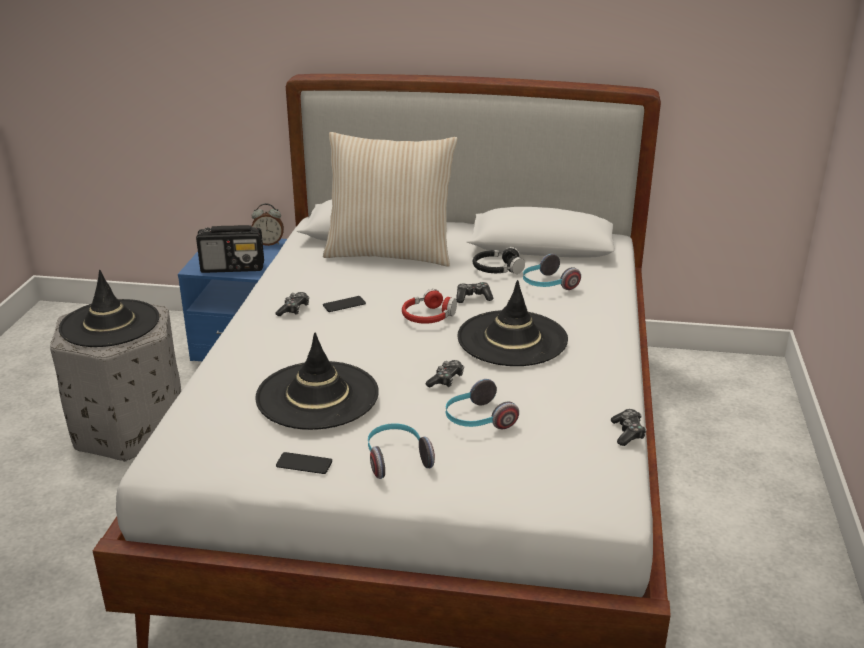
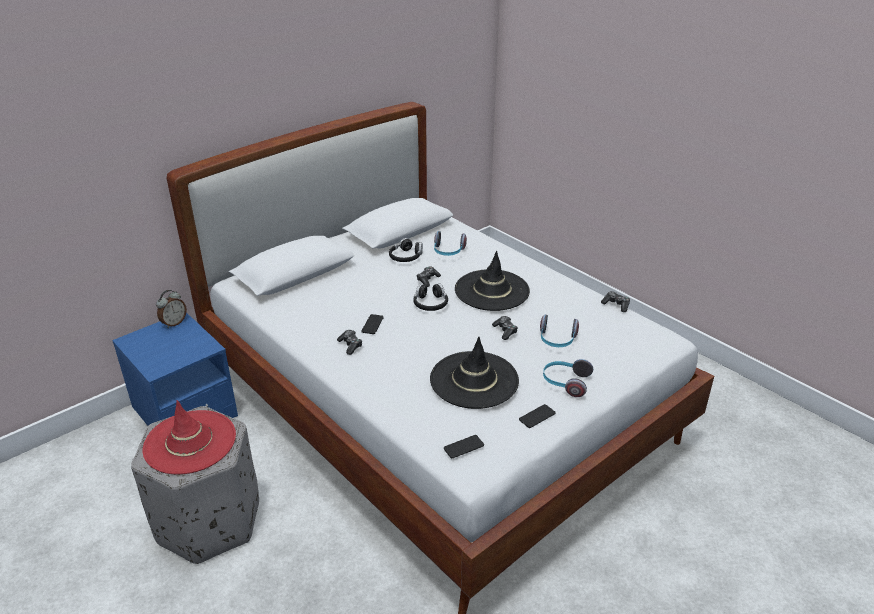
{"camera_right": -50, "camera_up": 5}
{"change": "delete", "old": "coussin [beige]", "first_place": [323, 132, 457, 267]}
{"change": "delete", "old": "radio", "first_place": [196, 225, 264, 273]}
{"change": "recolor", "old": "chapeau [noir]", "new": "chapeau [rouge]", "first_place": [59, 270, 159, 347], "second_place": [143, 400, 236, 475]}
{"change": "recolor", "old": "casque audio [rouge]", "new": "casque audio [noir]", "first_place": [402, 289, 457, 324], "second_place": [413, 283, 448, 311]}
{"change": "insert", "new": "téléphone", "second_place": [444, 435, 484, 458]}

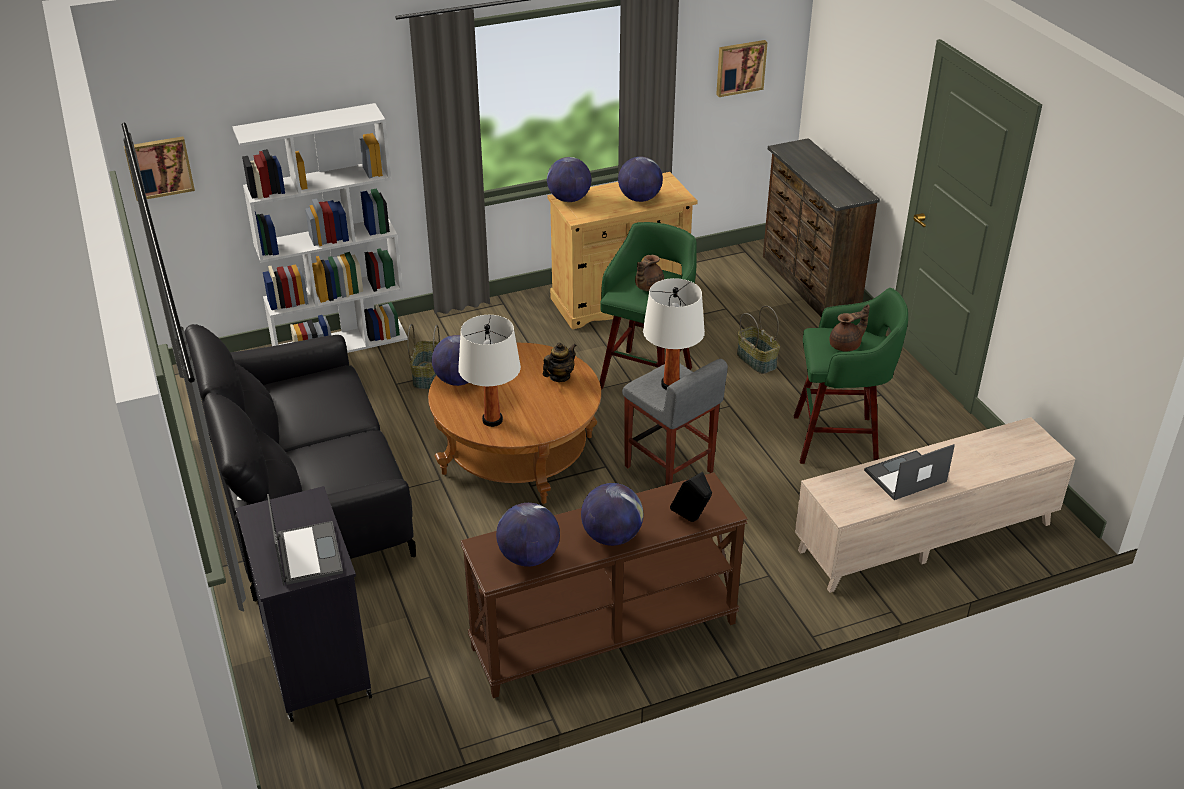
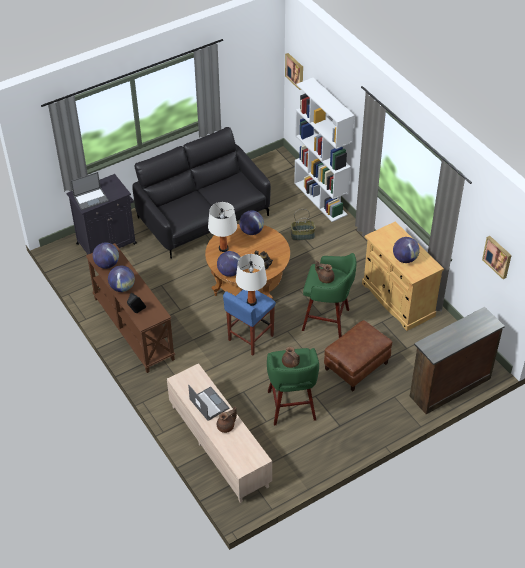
{"camera_right": 80, "camera_up": 10}
{"change": "move", "old": "globe", "first_place": [547, 157, 591, 202], "second_place": [217, 251, 241, 277]}
{"change": "replace", "old": "panier", "new": "pouf [marron]", "first_place": [737, 305, 780, 374], "second_place": [324, 320, 393, 391]}
{"change": "recolor", "old": "tabouret [gris]", "new": "tabouret [bleu]", "first_place": [622, 359, 728, 485], "second_place": [223, 290, 276, 356]}
{"change": "insert", "new": "théière [marron]", "second_place": [217, 406, 237, 433]}

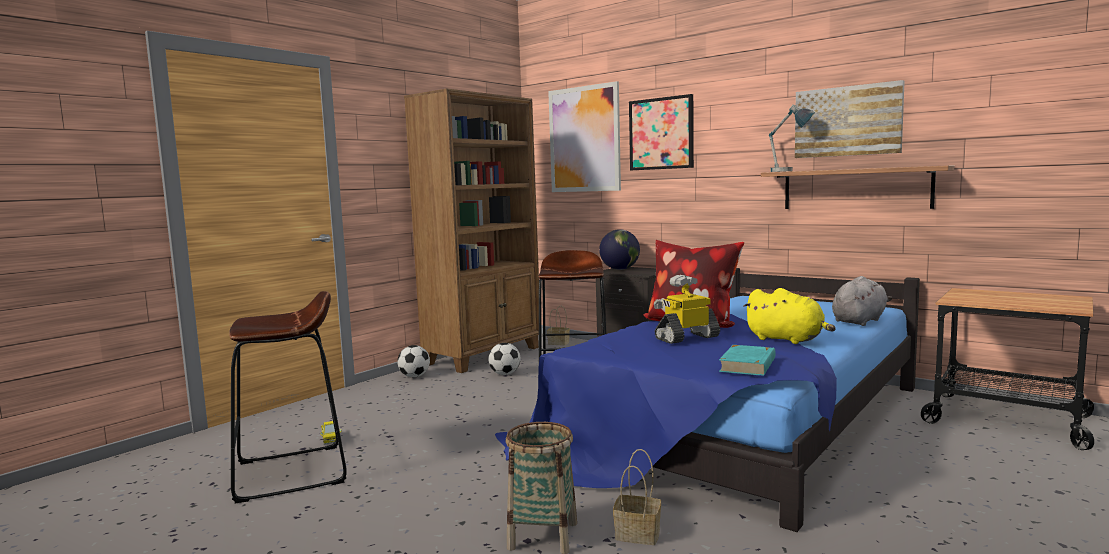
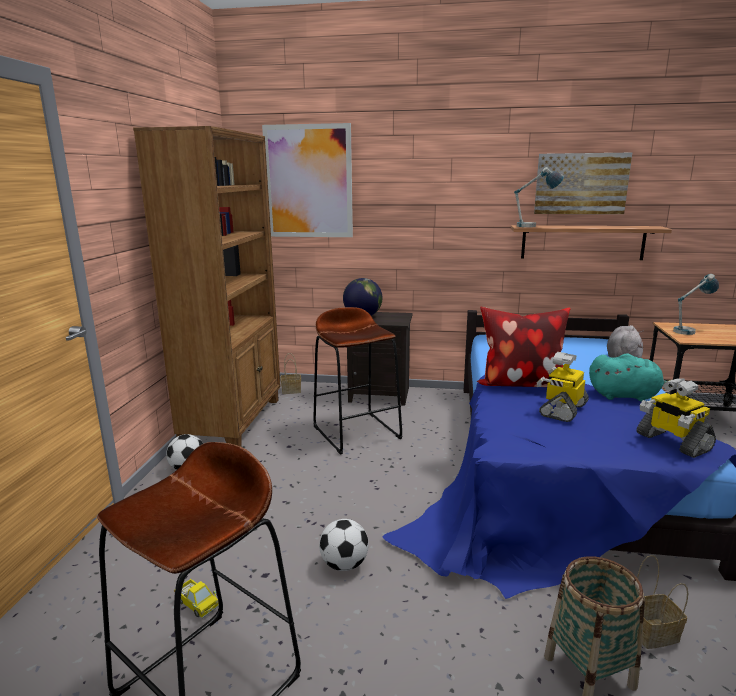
{"camera_right": -30, "camera_up": 10}
{"change": "delete", "old": "tableau", "first_place": [629, 94, 694, 170]}
{"change": "recolor", "old": "peluche [jaune]", "new": "peluche [turquoise]", "first_place": [743, 288, 836, 344], "second_place": [589, 353, 667, 402]}
{"change": "move", "old": "ballon de foot", "first_place": [488, 343, 521, 375], "second_place": [319, 519, 369, 571]}
{"change": "replace", "old": "livre [turquoise]", "new": "robot jouet", "first_place": [719, 345, 776, 376], "second_place": [637, 378, 716, 458]}
{"change": "insert", "new": "lampe de table", "second_place": [673, 274, 719, 335]}

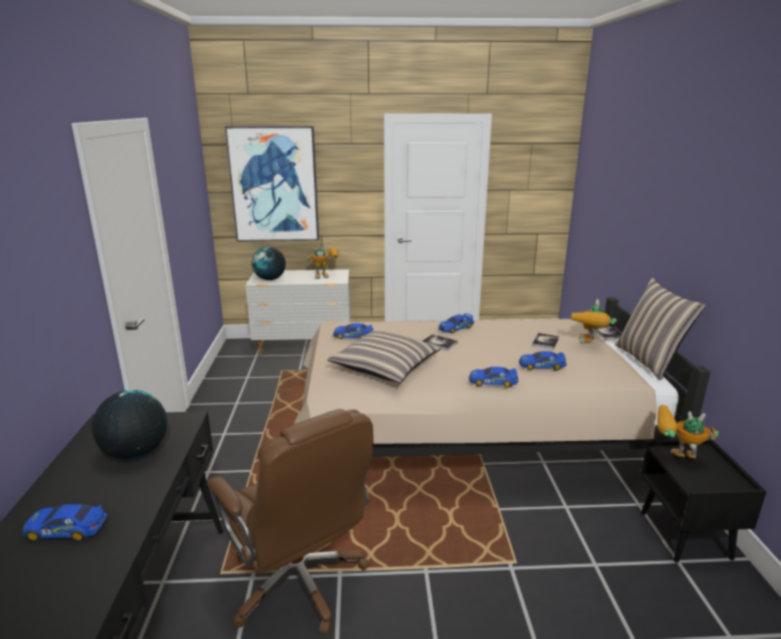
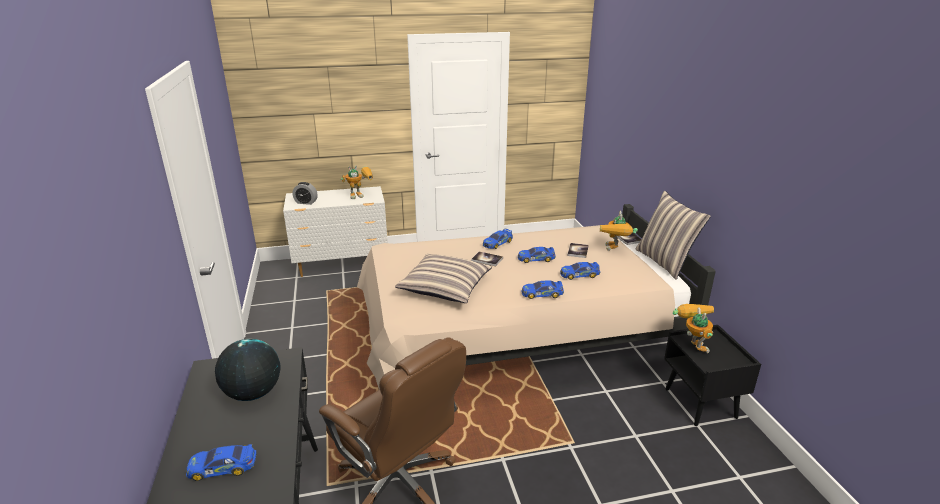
{"camera_right": -10, "camera_up": 5}
{"change": "delete", "old": "tableau", "first_place": [225, 126, 319, 242]}
{"change": "replace", "old": "globe", "new": "réveil", "first_place": [252, 247, 286, 280], "second_place": [292, 182, 318, 205]}
{"change": "move", "old": "petite voiture", "first_place": [333, 323, 374, 339], "second_place": [518, 247, 556, 263]}
{"change": "rotate", "old": "robot jouet", "first_place": [657, 405, 719, 459], "second_place": [673, 304, 714, 353], "degrees": 75}

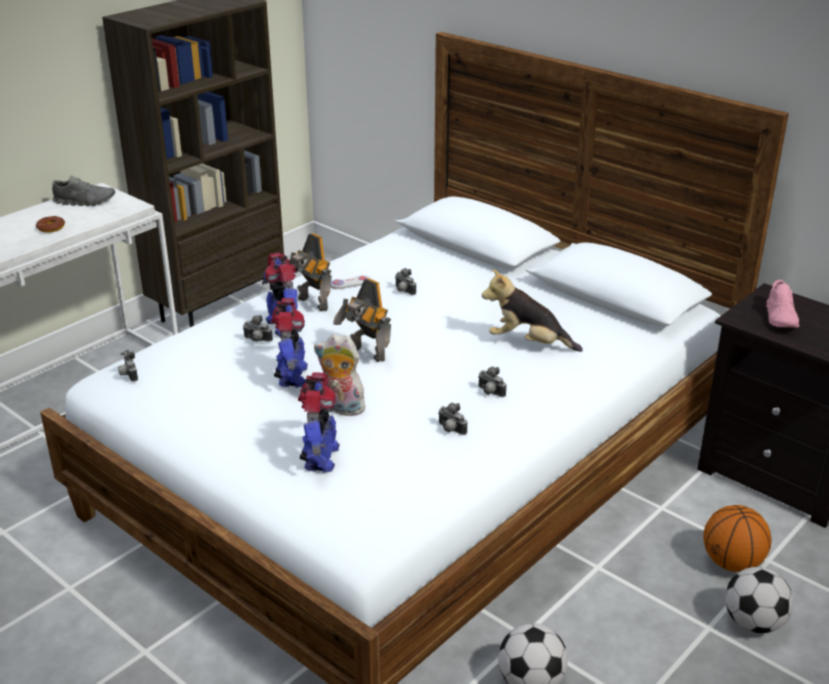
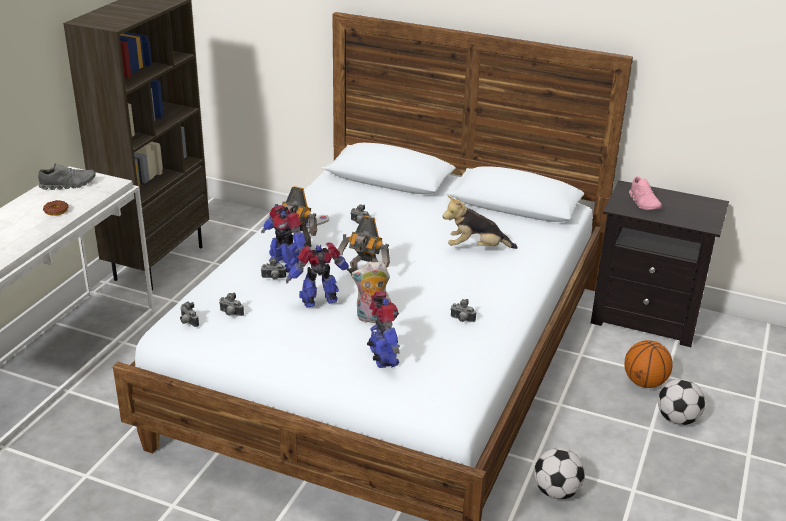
{"camera_right": -20, "camera_up": 0}
{"change": "rotate", "old": "robot jouet", "first_place": [271, 298, 308, 388], "second_place": [286, 242, 350, 308], "degrees": -90}
{"change": "move", "old": "appareil photo", "first_place": [478, 367, 506, 397], "second_place": [219, 293, 244, 316]}

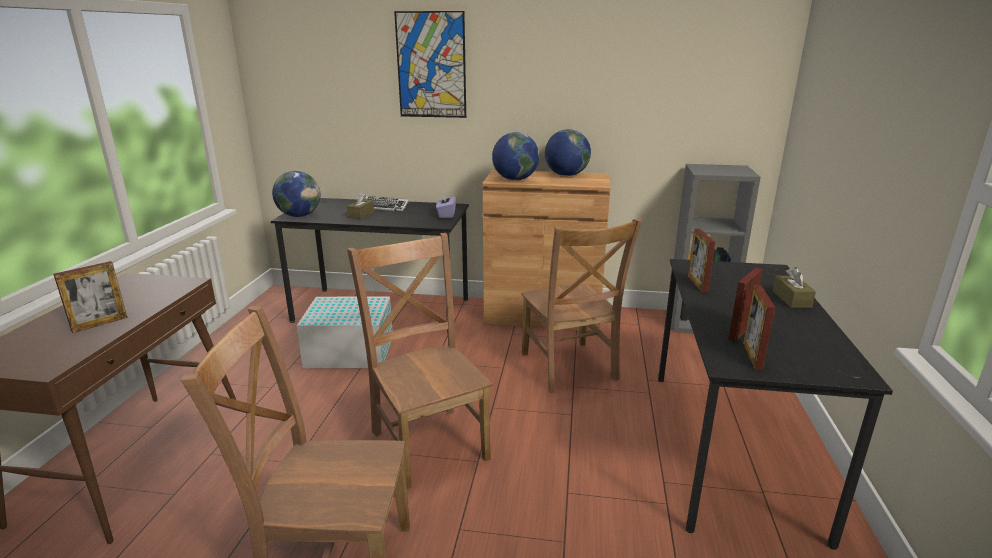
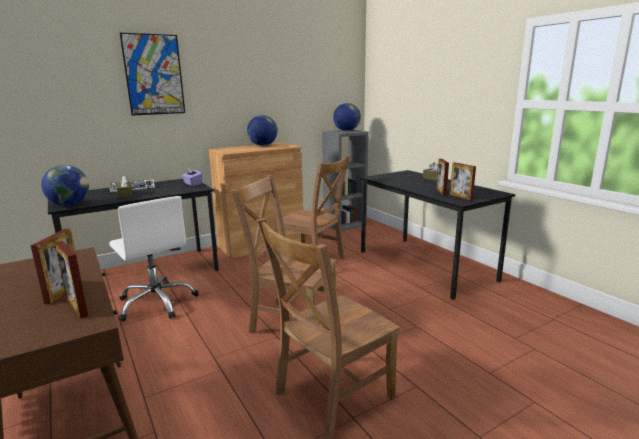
{"camera_right": -40, "camera_up": -5}
{"change": "move", "old": "globe", "first_place": [492, 132, 539, 180], "second_place": [333, 103, 361, 131]}
{"change": "move", "old": "cadre photo", "first_place": [688, 229, 715, 292], "second_place": [55, 241, 89, 318]}
{"change": "replace", "old": "boîte de rangement [blanc]", "new": "chaise de bureau [blanc]", "first_place": [297, 297, 392, 368], "second_place": [109, 196, 199, 322]}

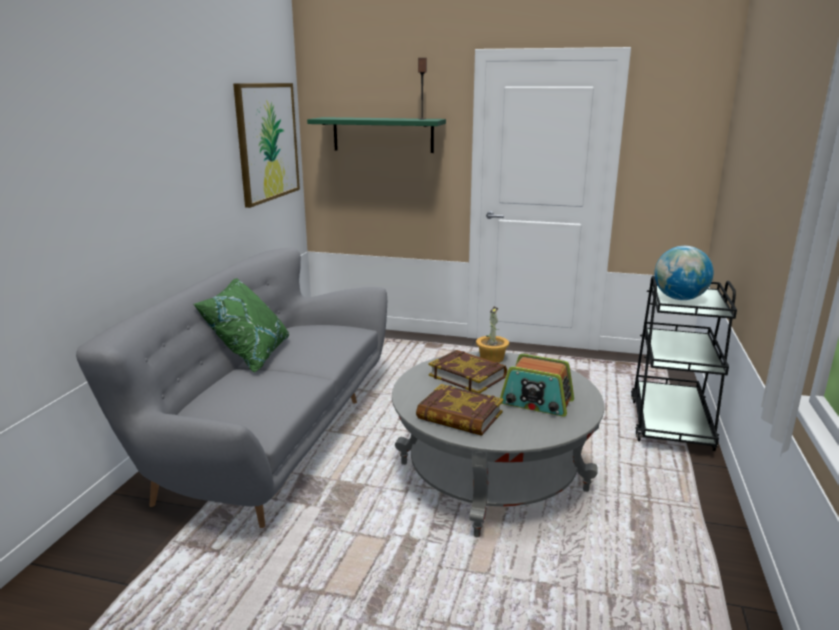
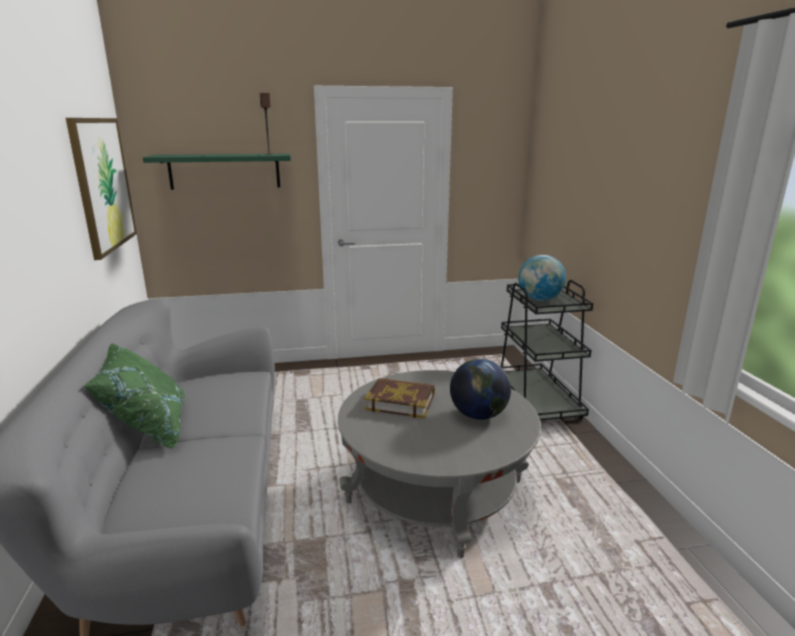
{"camera_right": -25, "camera_up": 0}
{"change": "delete", "old": "plante en pot", "first_place": [476, 307, 509, 363]}
{"change": "replace", "old": "radio", "new": "globe", "first_place": [500, 354, 574, 417], "second_place": [450, 359, 511, 420]}
{"change": "delete", "old": "livre", "first_place": [416, 384, 504, 436]}

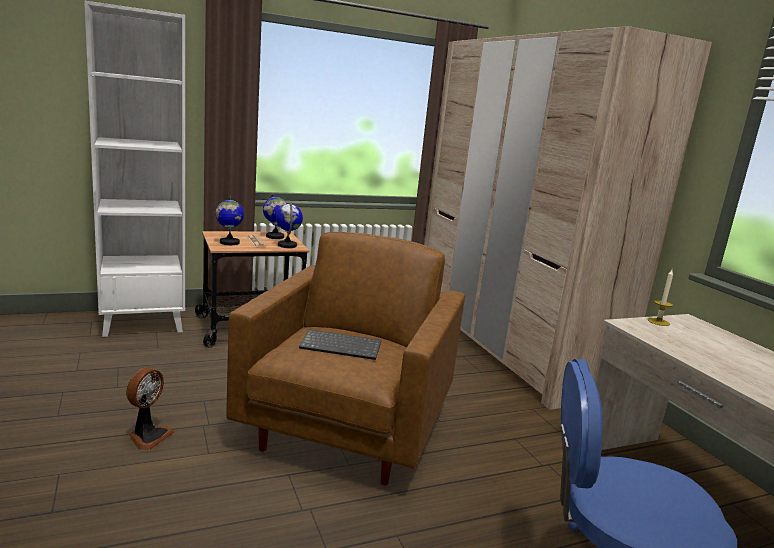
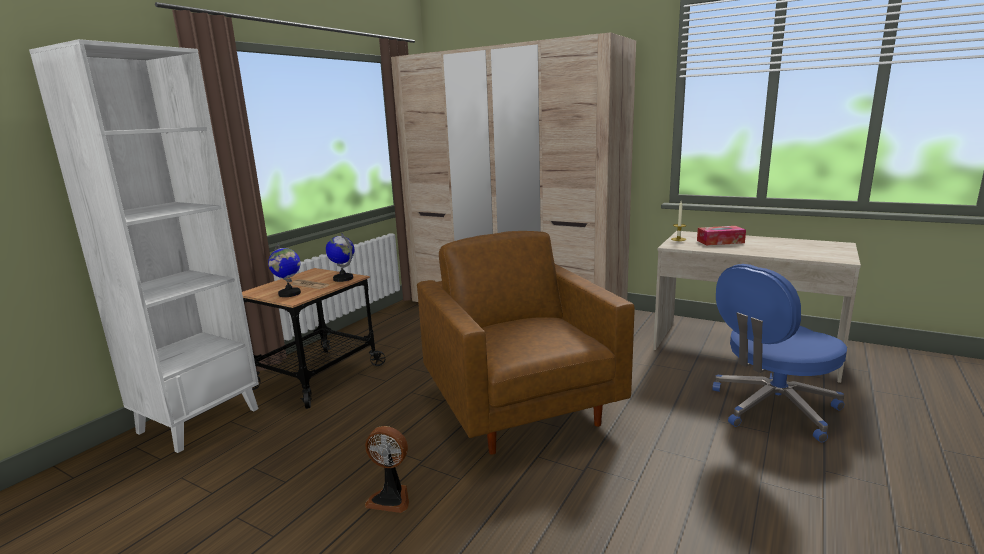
{"camera_right": -35, "camera_up": 0}
{"change": "delete", "old": "globe", "first_place": [263, 193, 287, 239]}
{"change": "delete", "old": "clavier", "first_place": [299, 329, 381, 360]}
{"change": "rotate", "old": "ventilateur", "first_place": [126, 367, 174, 450], "second_place": [365, 426, 409, 513], "degrees": 120}
{"change": "insert", "new": "boîte à mouchoirs", "second_place": [697, 226, 746, 246]}

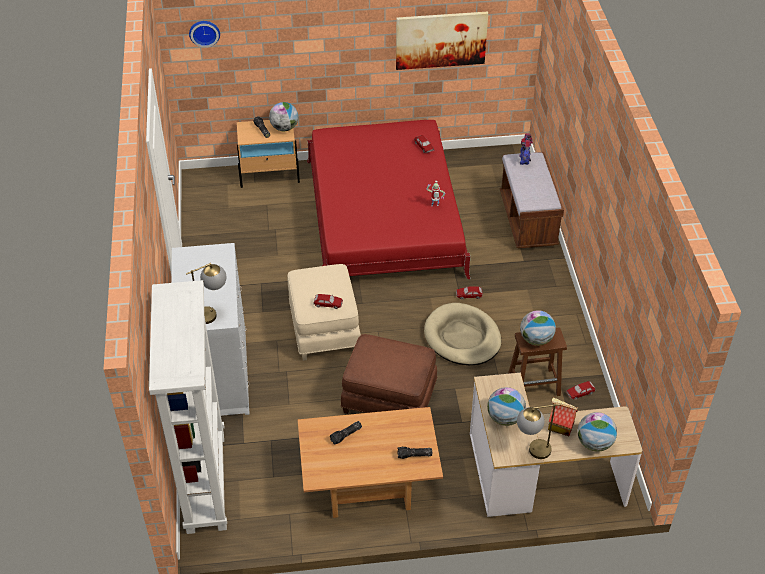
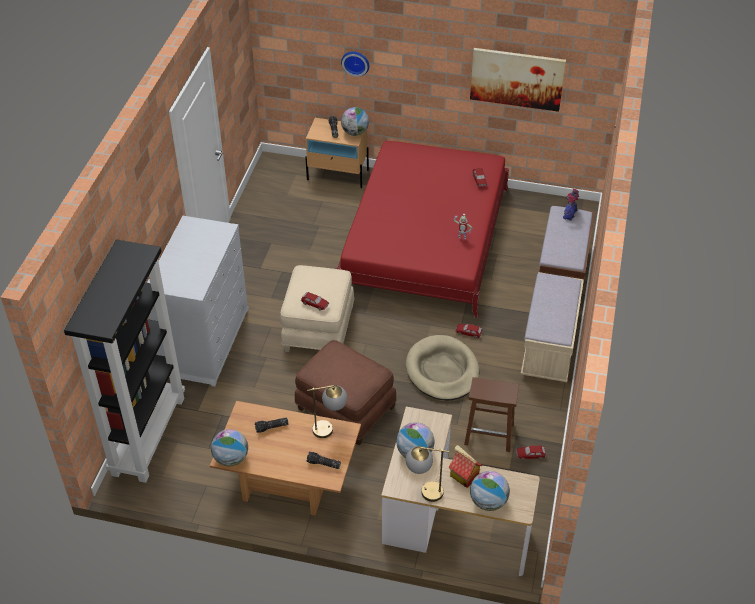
{"camera_right": 20, "camera_up": 0}
{"change": "move", "old": "horloge murale", "first_place": [189, 21, 220, 48], "second_place": [341, 52, 369, 77]}
{"change": "move", "old": "lampe de table", "first_place": [186, 263, 227, 324], "second_place": [307, 385, 347, 438]}
{"change": "recolor", "old": "bibliothèque [blanc]", "new": "bibliothèque [noir]", "first_place": [149, 280, 227, 534], "second_place": [64, 240, 185, 483]}
{"change": "move", "old": "globe", "first_place": [520, 310, 556, 346], "second_place": [211, 429, 248, 466]}
{"change": "insert", "new": "banc [beige]", "second_place": [521, 272, 584, 382]}

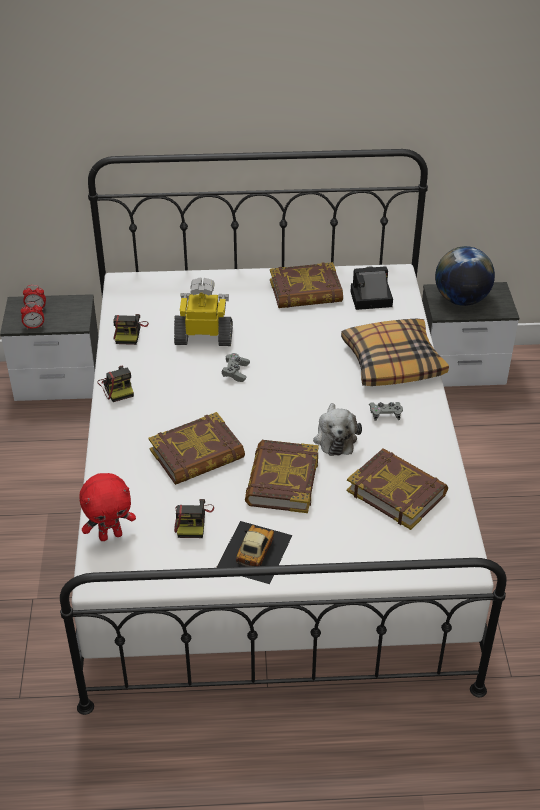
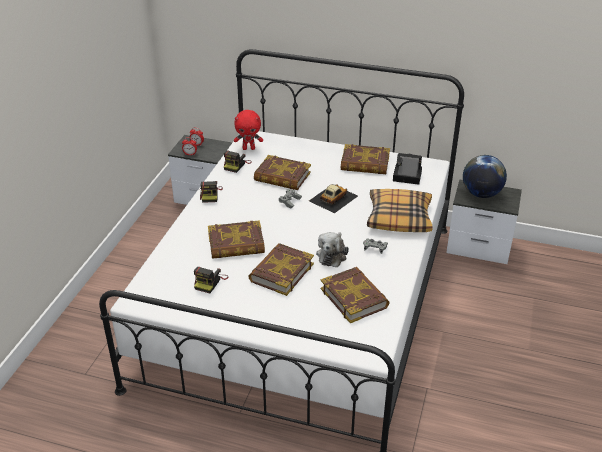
{"camera_right": 20, "camera_up": -5}
{"change": "replace", "old": "robot jouet", "new": "livre", "first_place": [174, 277, 233, 346], "second_place": [254, 155, 311, 190]}
{"change": "move", "old": "peluche [rouge]", "first_place": [79, 473, 136, 541], "second_place": [234, 110, 263, 150]}
{"change": "move", "old": "petite voiture", "first_place": [216, 521, 292, 584], "second_place": [309, 184, 358, 213]}

